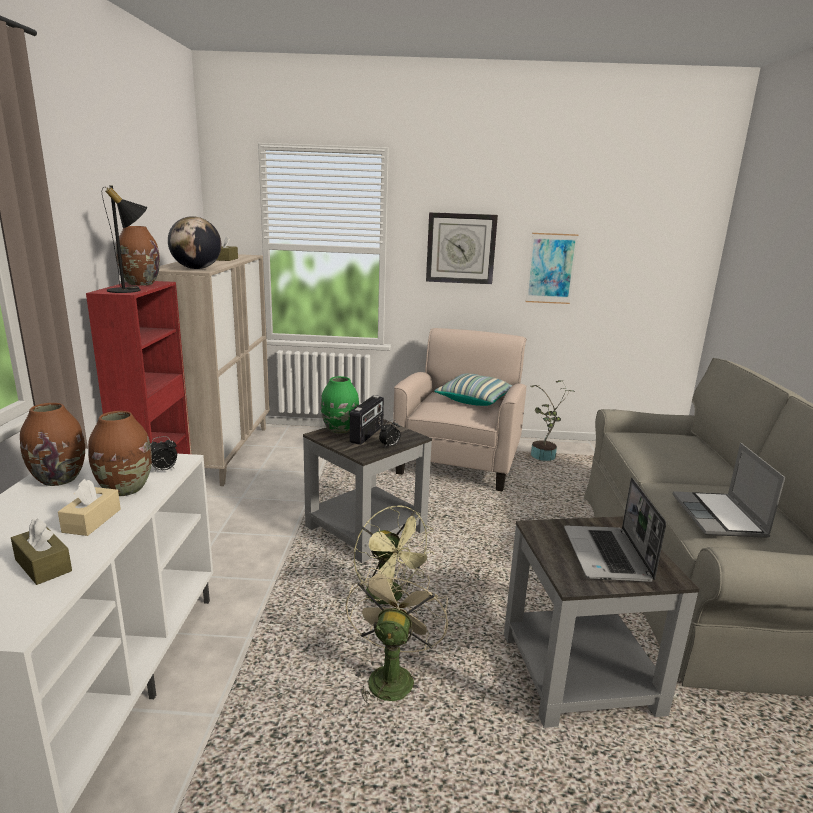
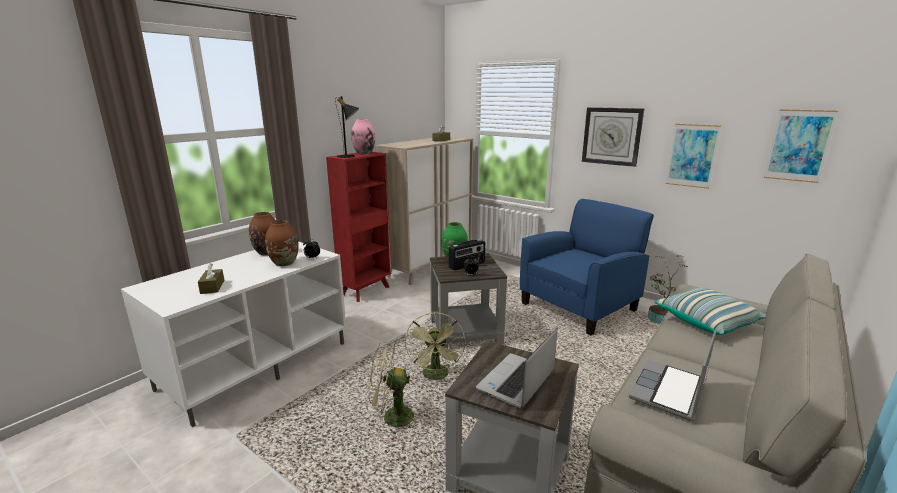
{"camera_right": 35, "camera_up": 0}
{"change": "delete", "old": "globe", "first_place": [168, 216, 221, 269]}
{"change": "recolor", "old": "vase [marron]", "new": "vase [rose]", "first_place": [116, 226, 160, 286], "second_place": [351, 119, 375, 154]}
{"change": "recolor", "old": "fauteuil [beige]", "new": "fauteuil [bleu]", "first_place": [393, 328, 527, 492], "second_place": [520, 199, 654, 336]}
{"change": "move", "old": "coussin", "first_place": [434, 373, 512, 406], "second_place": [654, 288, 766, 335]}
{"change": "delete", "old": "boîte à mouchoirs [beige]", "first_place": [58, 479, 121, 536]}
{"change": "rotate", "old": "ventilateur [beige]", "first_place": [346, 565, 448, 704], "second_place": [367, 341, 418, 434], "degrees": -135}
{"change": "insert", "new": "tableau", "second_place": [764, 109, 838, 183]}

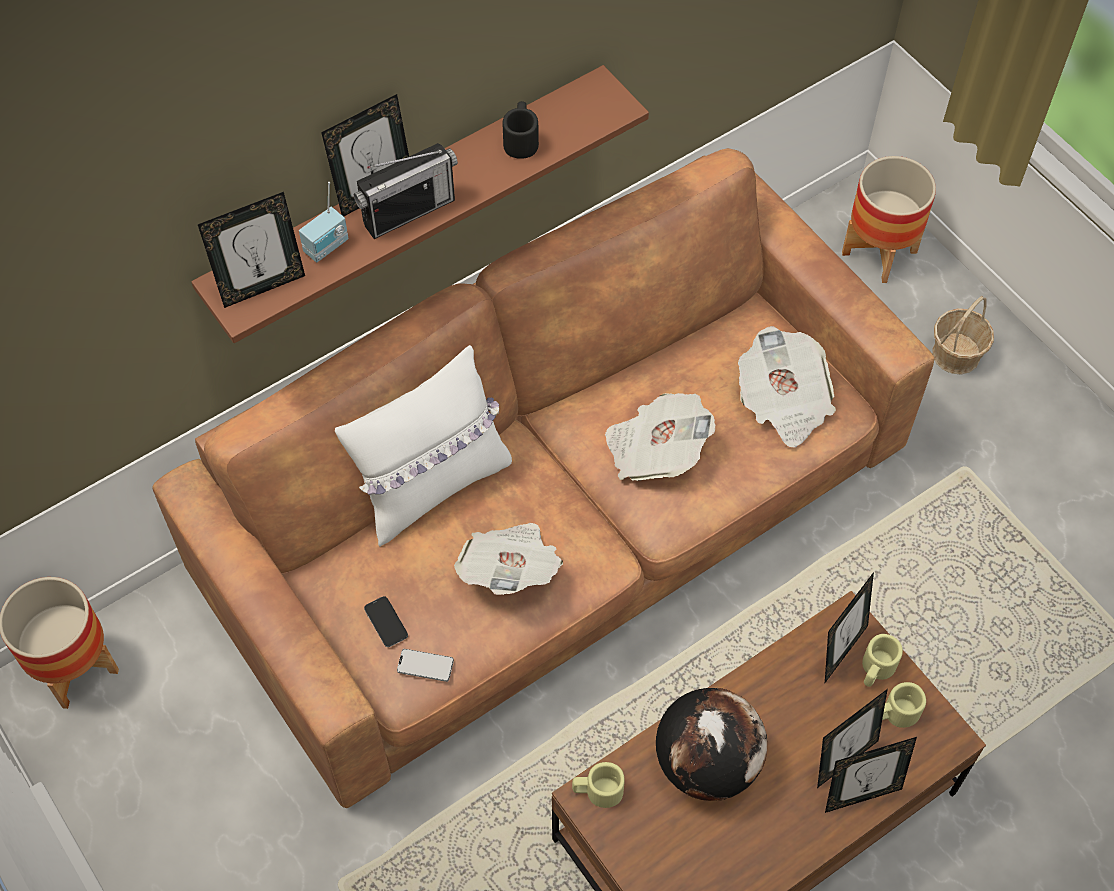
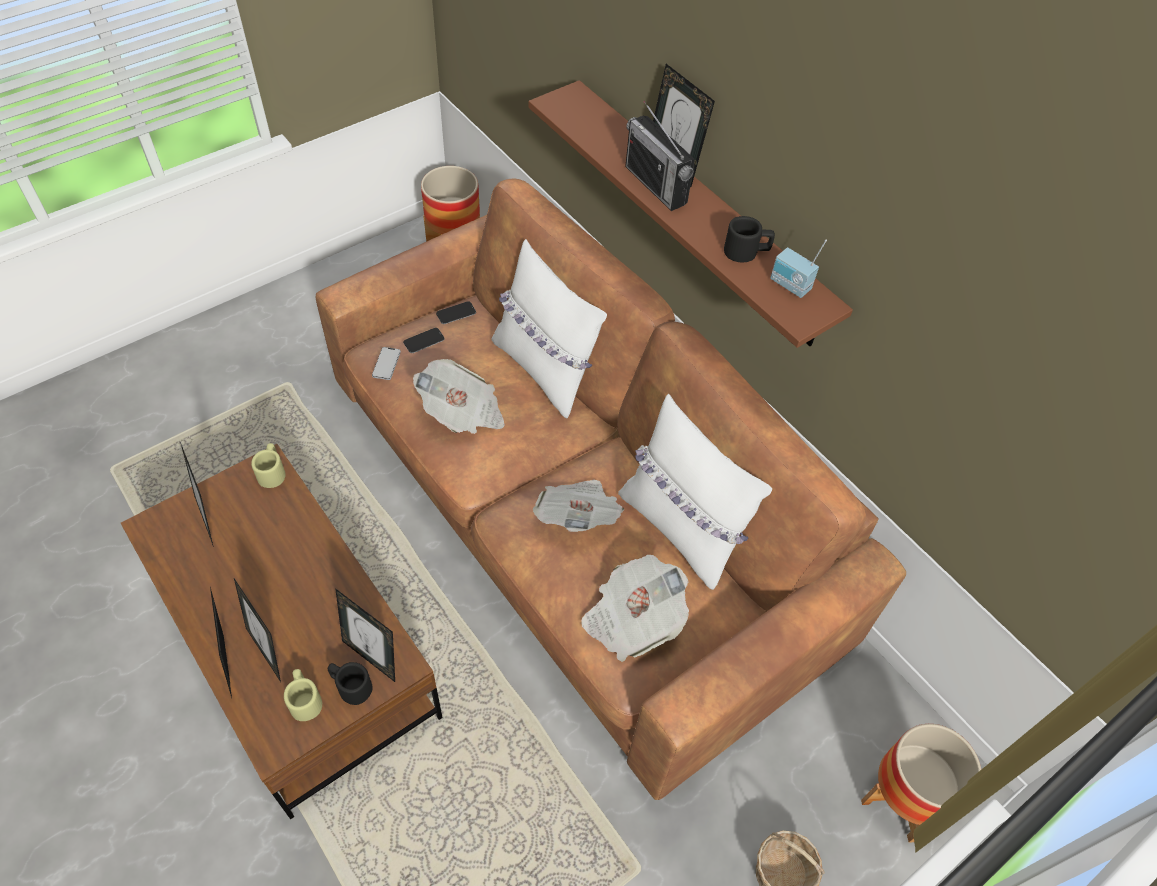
{"camera_right": 85, "camera_up": -5}
{"change": "move", "old": "radio", "first_place": [299, 182, 349, 263], "second_place": [770, 240, 827, 298]}
{"change": "move", "old": "cadre photo", "first_place": [198, 192, 305, 308], "second_place": [180, 442, 214, 547]}
{"change": "recolor", "old": "mug [beige]", "new": "mug [noir]", "first_place": [862, 634, 903, 687], "second_place": [328, 662, 373, 705]}
{"change": "delete", "old": "globe", "first_place": [656, 688, 768, 801]}
{"change": "insert", "new": "téléphone", "second_place": [436, 301, 476, 324]}
{"change": "insert", "new": "coussin [blanc]", "second_place": [618, 394, 772, 590]}

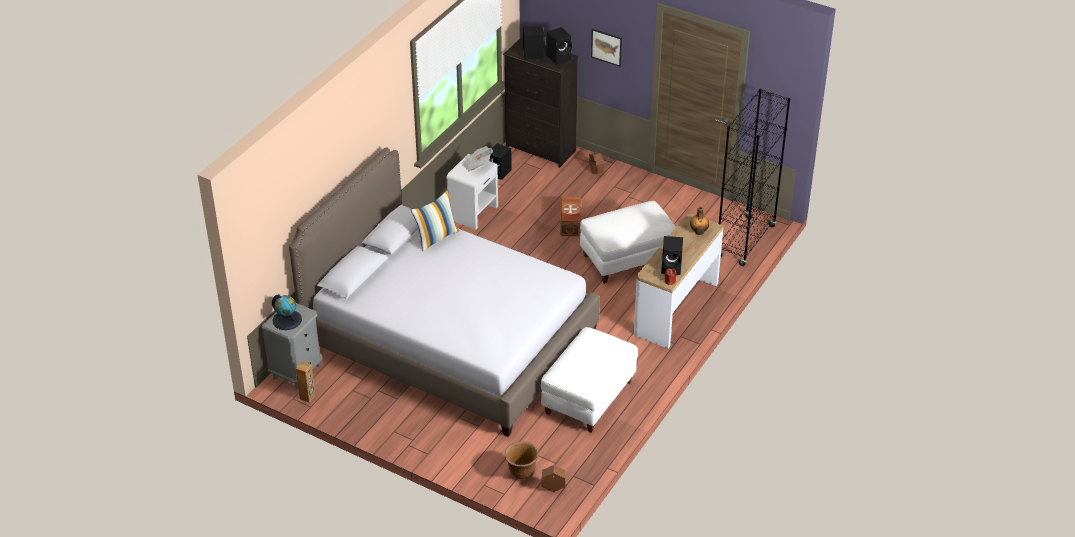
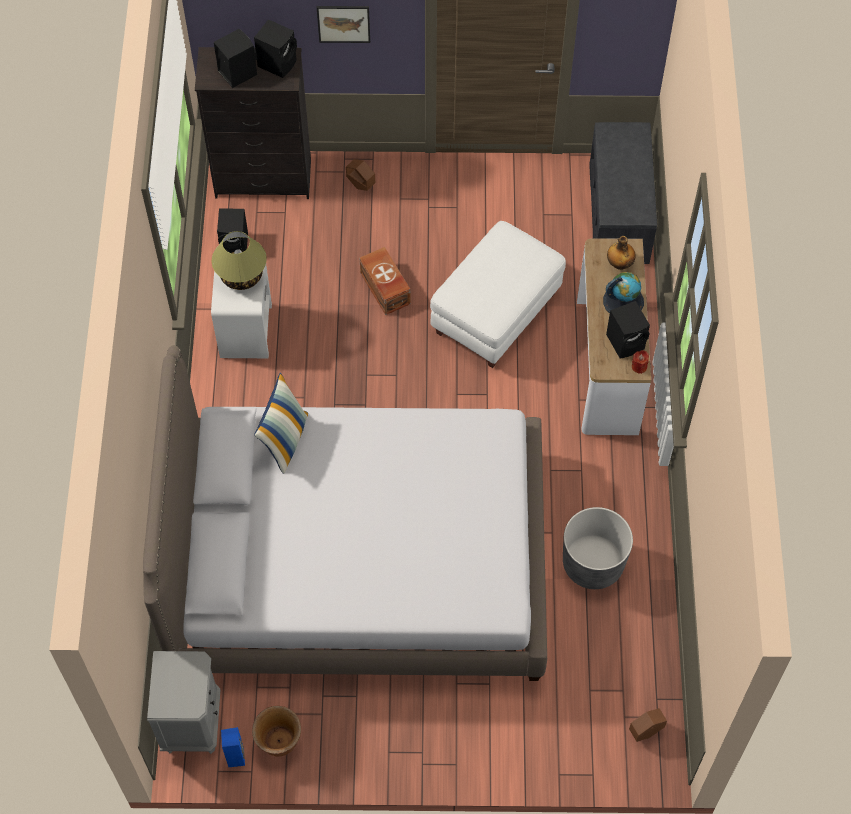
{"camera_right": -30, "camera_up": 20}
{"change": "replace", "old": "bibliothèque [noir]", "new": "banc [gris]", "first_place": [719, 89, 791, 266], "second_place": [589, 122, 657, 264]}
{"change": "replace", "old": "journal", "new": "lampe de table", "first_place": [462, 146, 493, 172], "second_place": [212, 231, 267, 290]}
{"change": "move", "old": "globe", "first_place": [272, 294, 302, 330], "second_place": [603, 272, 644, 313]}
{"change": "replace", "old": "pouf [blanc]", "new": "cache-pot [gris]", "first_place": [541, 327, 638, 433], "second_place": [563, 507, 633, 589]}
{"change": "recolor", "old": "enceinte [marron]", "new": "enceinte [bleu]", "first_place": [296, 361, 315, 403], "second_place": [221, 727, 245, 767]}
{"change": "move", "old": "cache-pot [marron]", "first_place": [504, 441, 539, 479], "second_place": [252, 706, 301, 756]}

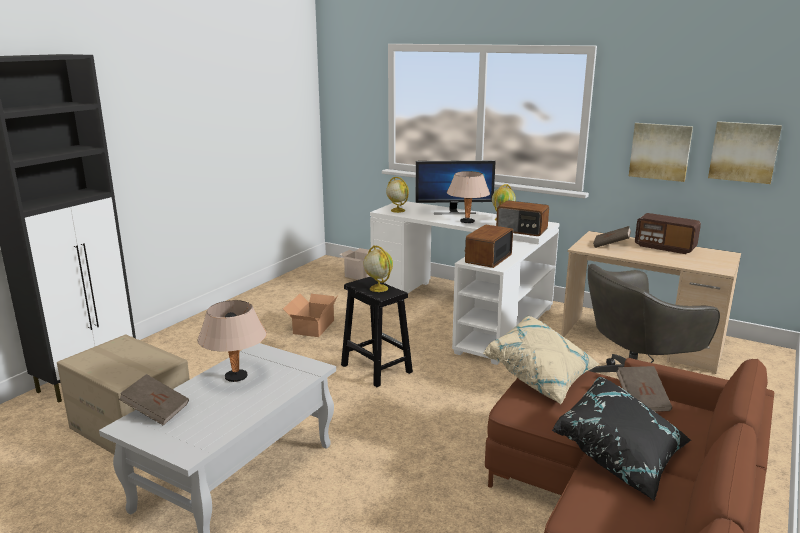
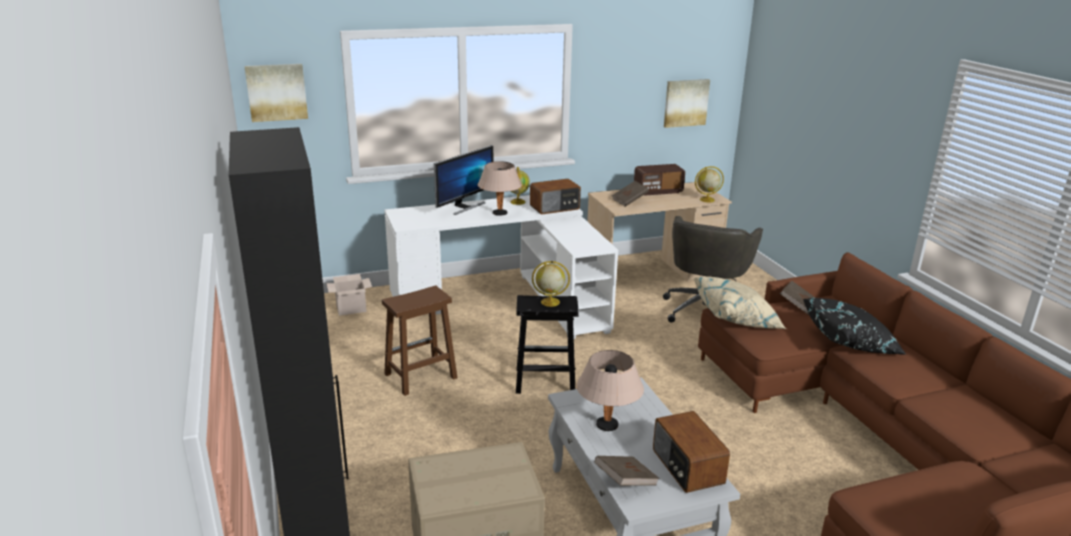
{"camera_right": -50, "camera_up": 5}
{"change": "move", "old": "tableau", "first_place": [629, 123, 693, 182], "second_place": [244, 64, 308, 122]}
{"change": "move", "old": "globe", "first_place": [386, 177, 409, 213], "second_place": [695, 166, 724, 202]}
{"change": "move", "old": "radio", "first_place": [465, 224, 513, 268], "second_place": [653, 411, 730, 493]}
{"change": "replace", "old": "carton", "new": "tabouret [marron]", "first_place": [283, 294, 338, 337], "second_place": [382, 286, 457, 396]}

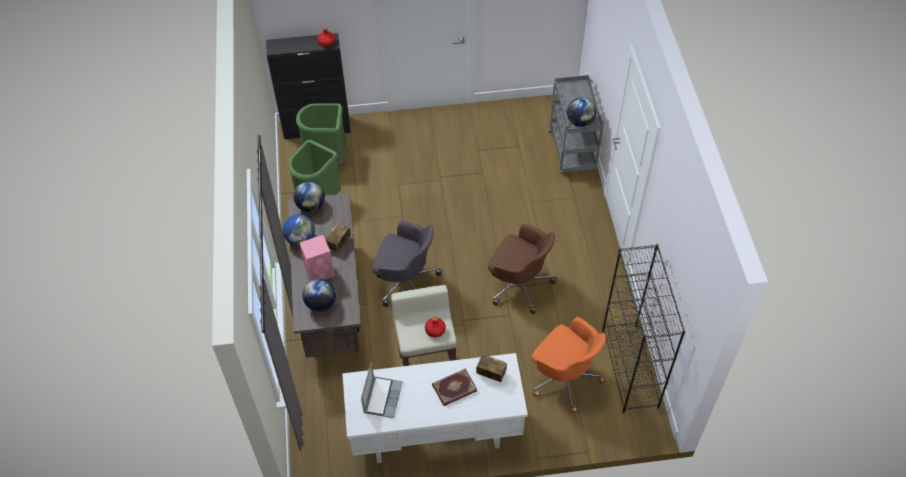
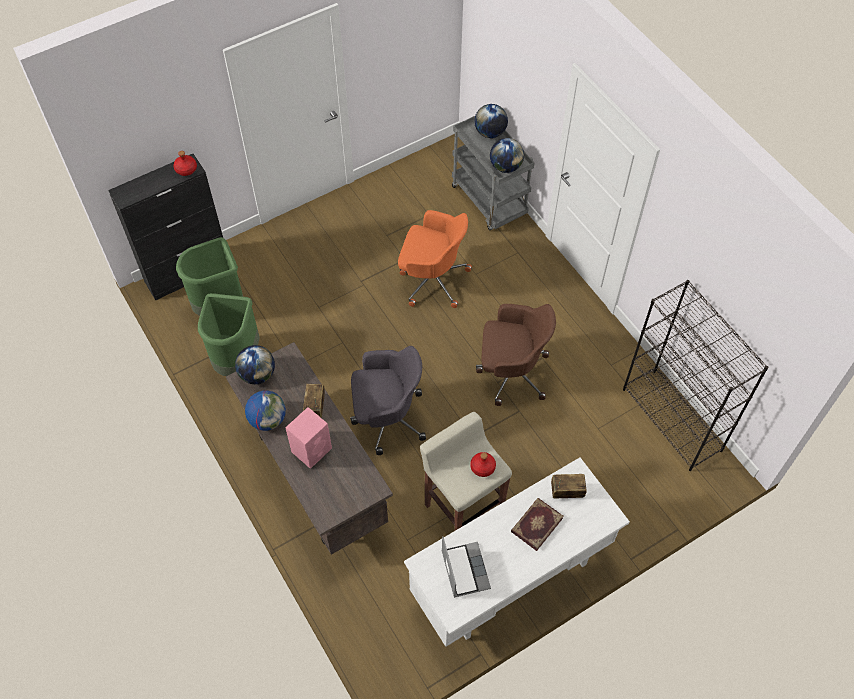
{"camera_right": -25, "camera_up": 5}
{"change": "move", "old": "globe", "first_place": [302, 278, 336, 312], "second_place": [474, 104, 508, 138]}
{"change": "move", "old": "chaise de bureau [orange]", "first_place": [532, 317, 606, 414], "second_place": [398, 210, 472, 308]}

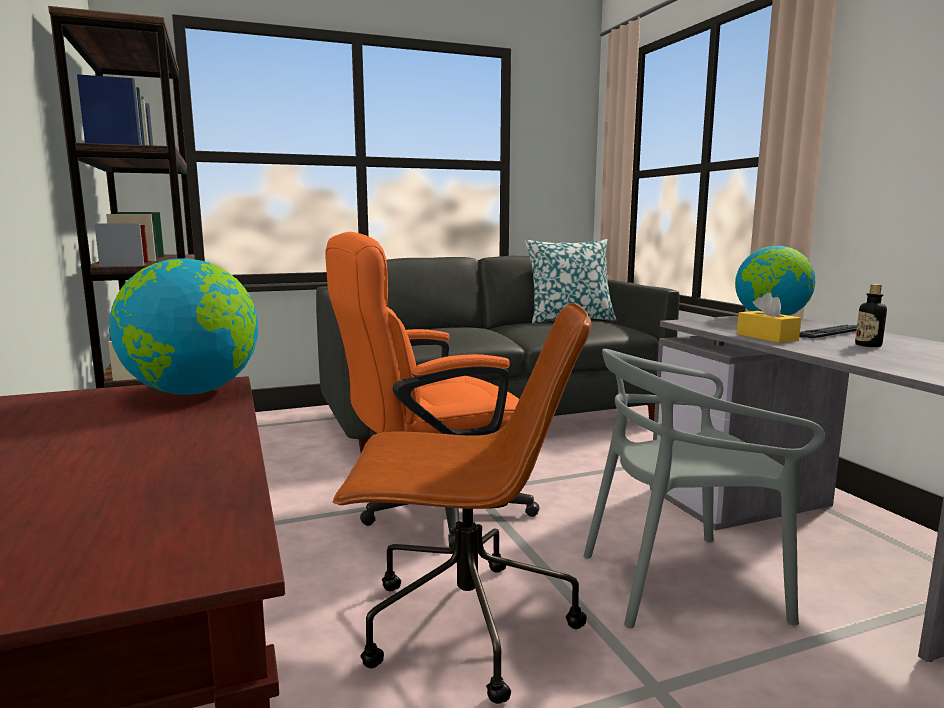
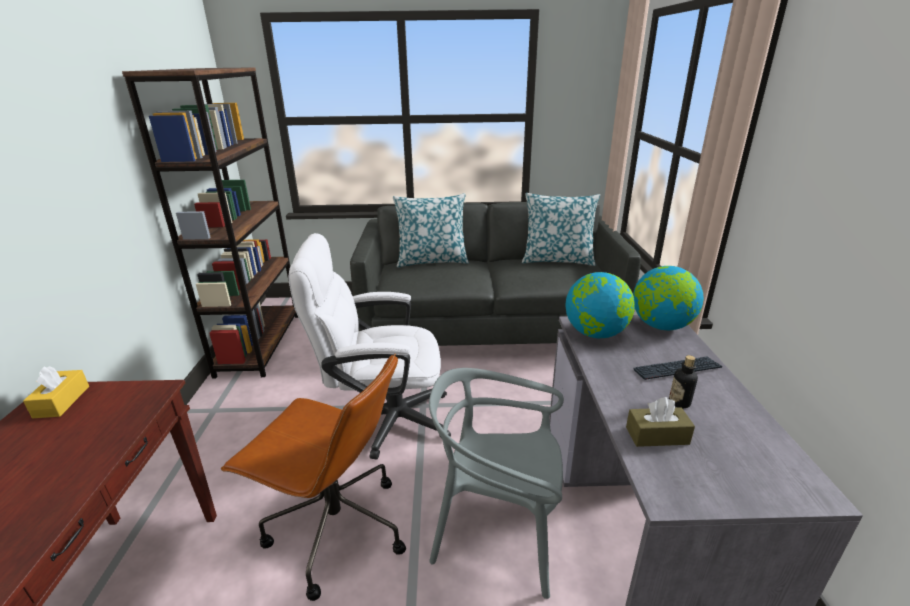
{"camera_right": 20, "camera_up": 15}
{"change": "recolor", "old": "chaise de bureau [orange]", "new": "chaise de bureau [blanc]", "first_place": [325, 232, 539, 548], "second_place": [288, 233, 451, 460]}
{"change": "move", "old": "globe", "first_place": [109, 258, 258, 395], "second_place": [565, 272, 635, 338]}
{"change": "move", "old": "boîte à mouchoirs [jaune]", "first_place": [737, 293, 801, 343], "second_place": [23, 366, 89, 418]}
{"change": "insert", "new": "coussin", "second_place": [393, 193, 469, 268]}
{"change": "insert", "new": "boîte à mouchoirs [marron]", "second_place": [626, 397, 695, 447]}

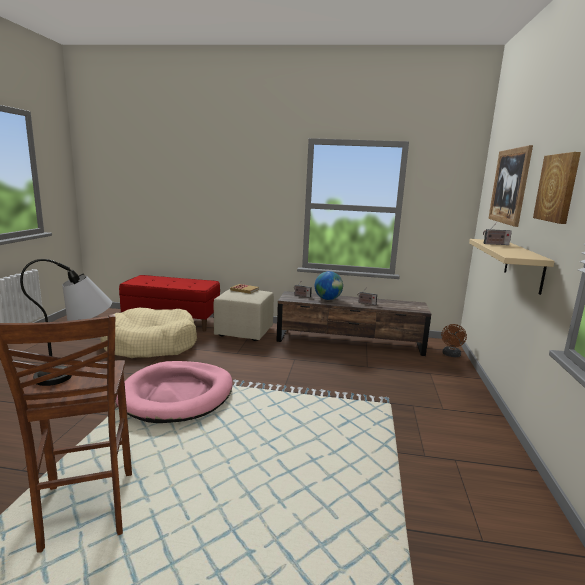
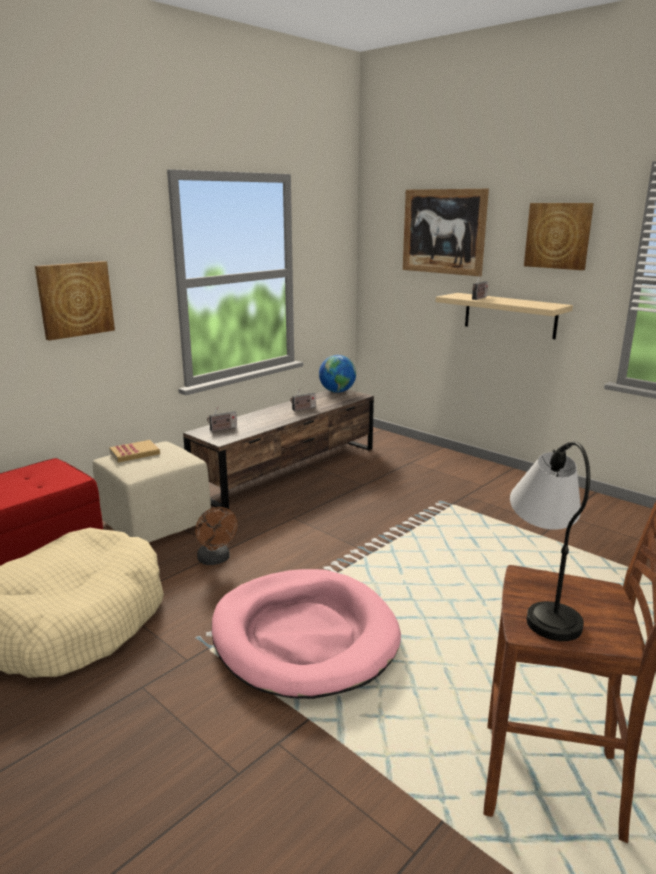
{"camera_right": -55, "camera_up": 5}
{"change": "move", "old": "globe", "first_place": [315, 271, 343, 300], "second_place": [319, 355, 356, 393]}
{"change": "move", "old": "ventilateur [marron]", "first_place": [441, 324, 467, 357], "second_place": [195, 507, 238, 565]}
{"change": "insert", "new": "tableau", "second_place": [35, 261, 115, 341]}

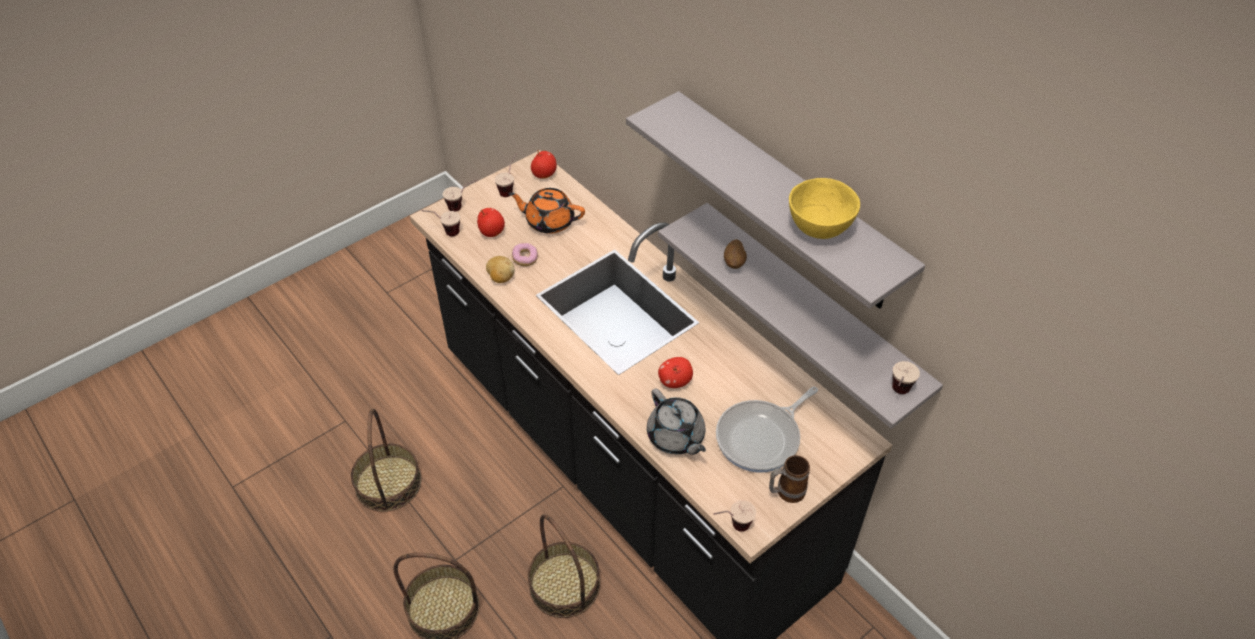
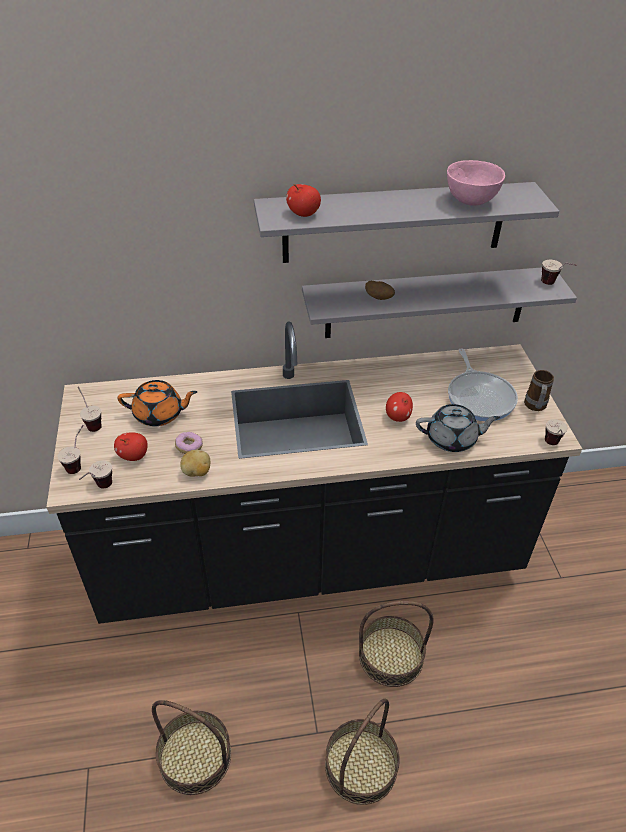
{"camera_right": -60, "camera_up": -5}
{"change": "move", "old": "pomme", "first_place": [531, 150, 557, 179], "second_place": [286, 184, 321, 217]}
{"change": "recolor", "old": "bol [jaune]", "new": "bol [rose]", "first_place": [789, 178, 860, 239], "second_place": [447, 160, 505, 206]}
{"change": "rotate", "old": "théière [orange]", "first_place": [508, 188, 585, 234], "second_place": [117, 380, 197, 426], "degrees": -135}

